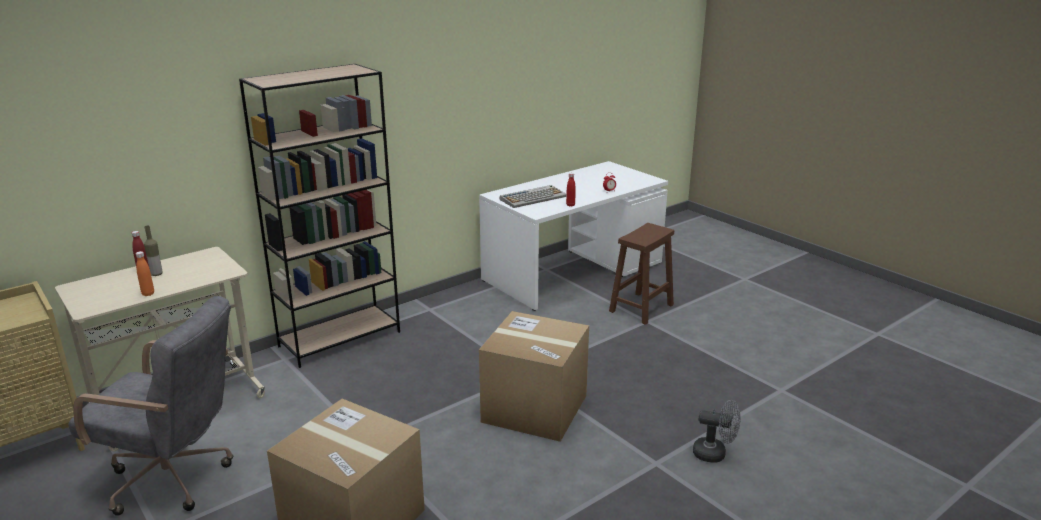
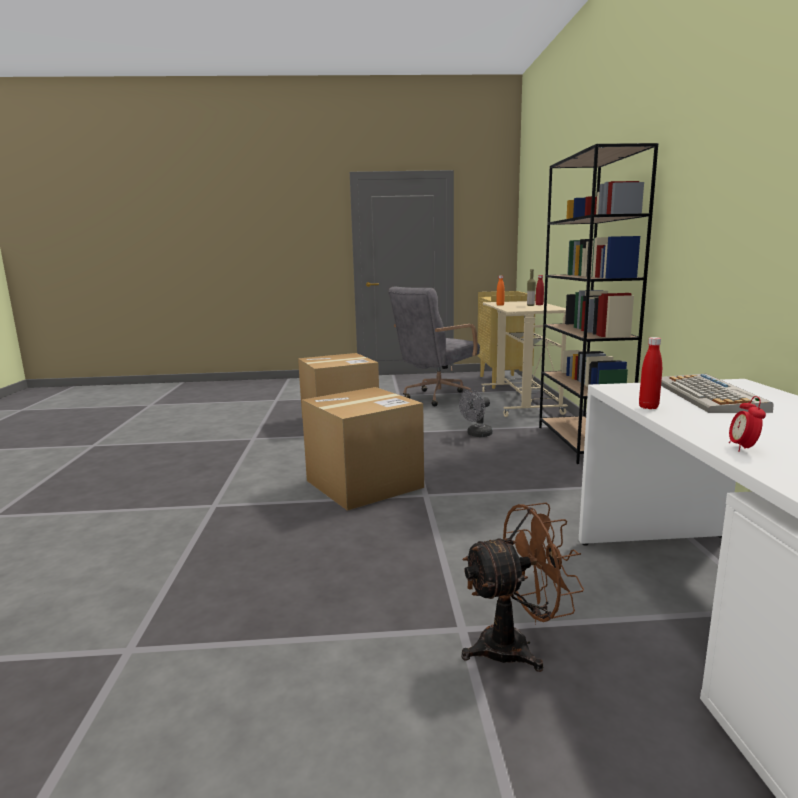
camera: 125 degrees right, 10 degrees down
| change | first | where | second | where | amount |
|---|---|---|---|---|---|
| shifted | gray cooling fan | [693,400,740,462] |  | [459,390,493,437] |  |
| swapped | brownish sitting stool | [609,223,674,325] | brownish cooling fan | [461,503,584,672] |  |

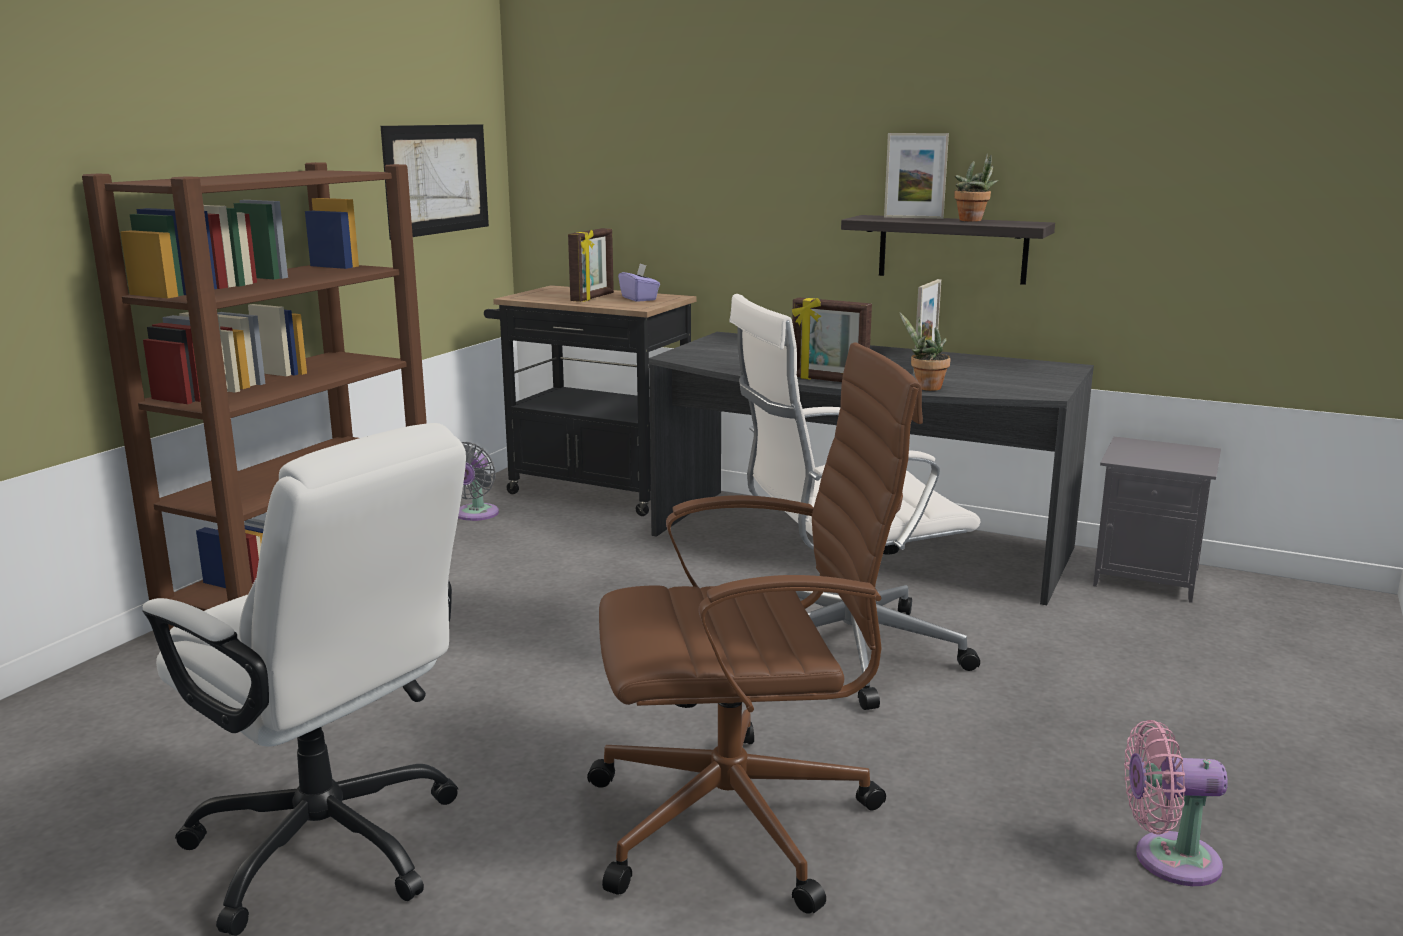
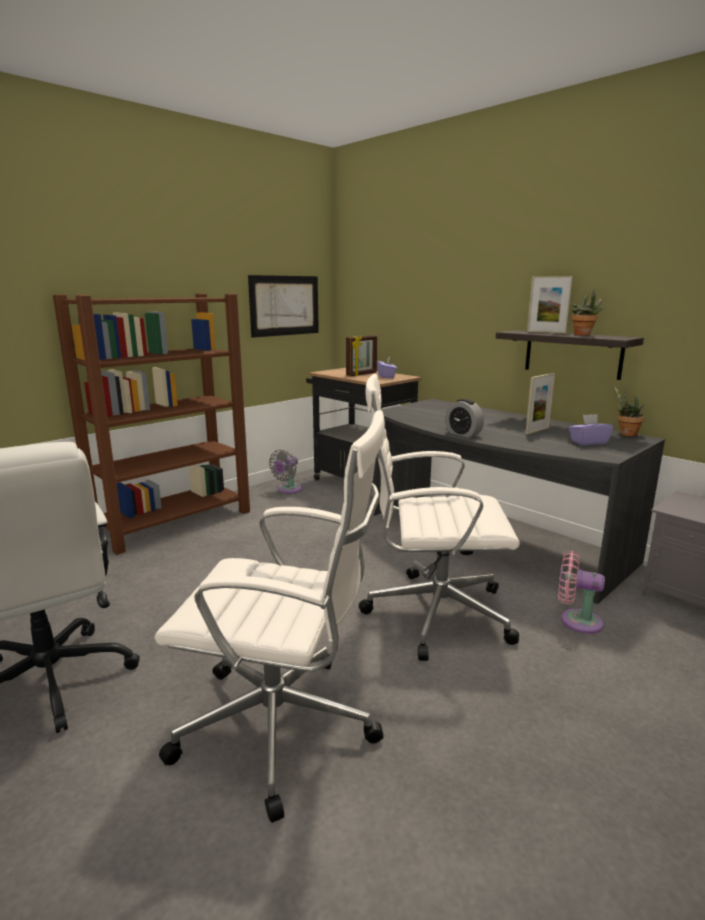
camera: 20 degrees right, 0 degrees up
| change | first | where | second | where | amount |
|---|---|---|---|---|---|
| repainted | brownish desk chair | [587,342,923,914] | white-coloured desk chair | [155,410,385,823] |  |
| swapped | photo frame | [792,297,872,382] | alarm clock | [445,399,484,438] |  |
| shifted | pink-coloured cooling fan | [1124,720,1228,886] |  | [558,551,605,634] |  |
| new |  |  | purple box of tissues | [569,414,614,445] |  |
| shifted | houseplant | [899,312,950,391] |  | [614,386,645,436] |  |

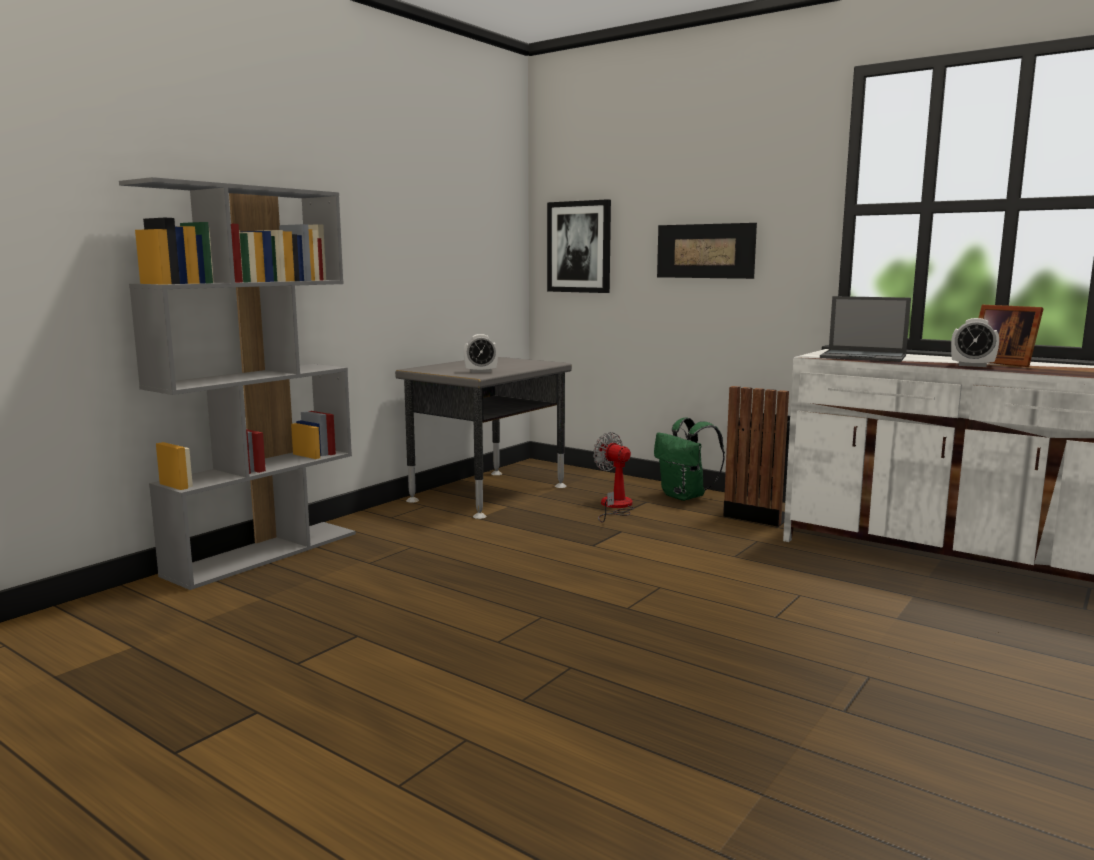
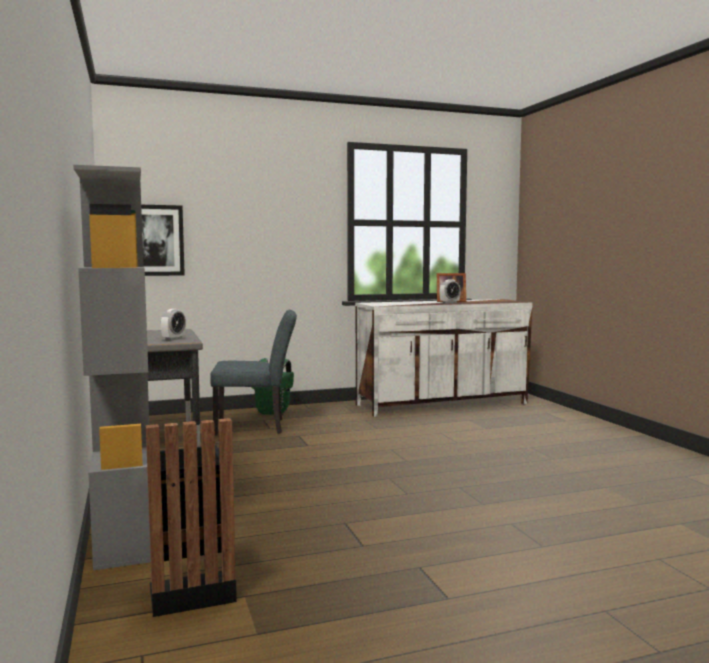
camera: 55 degrees left, 5 degrees down
| change | first | where | second | where | amount |
|---|---|---|---|---|---|
| shifted | black waste bin | [723,386,790,527] |  | [146,418,237,617] |  |
| swapped | cooling fan | [593,432,634,522] | gray plain chair | [210,310,297,436] |  |
| gone | picture | [657,223,757,279] |  |  |  |
| gone | notebook computer | [820,296,911,362] |  |  |  |

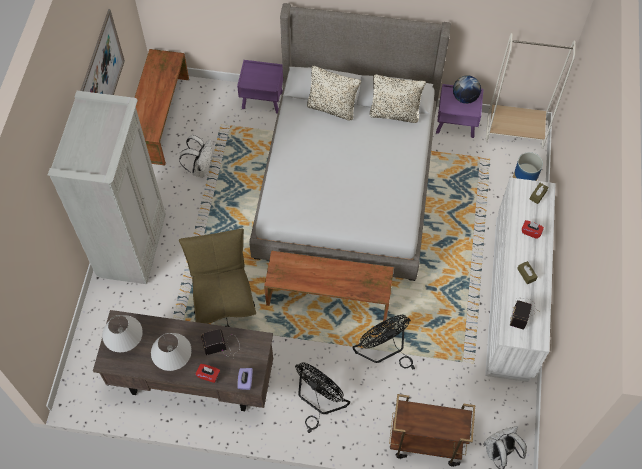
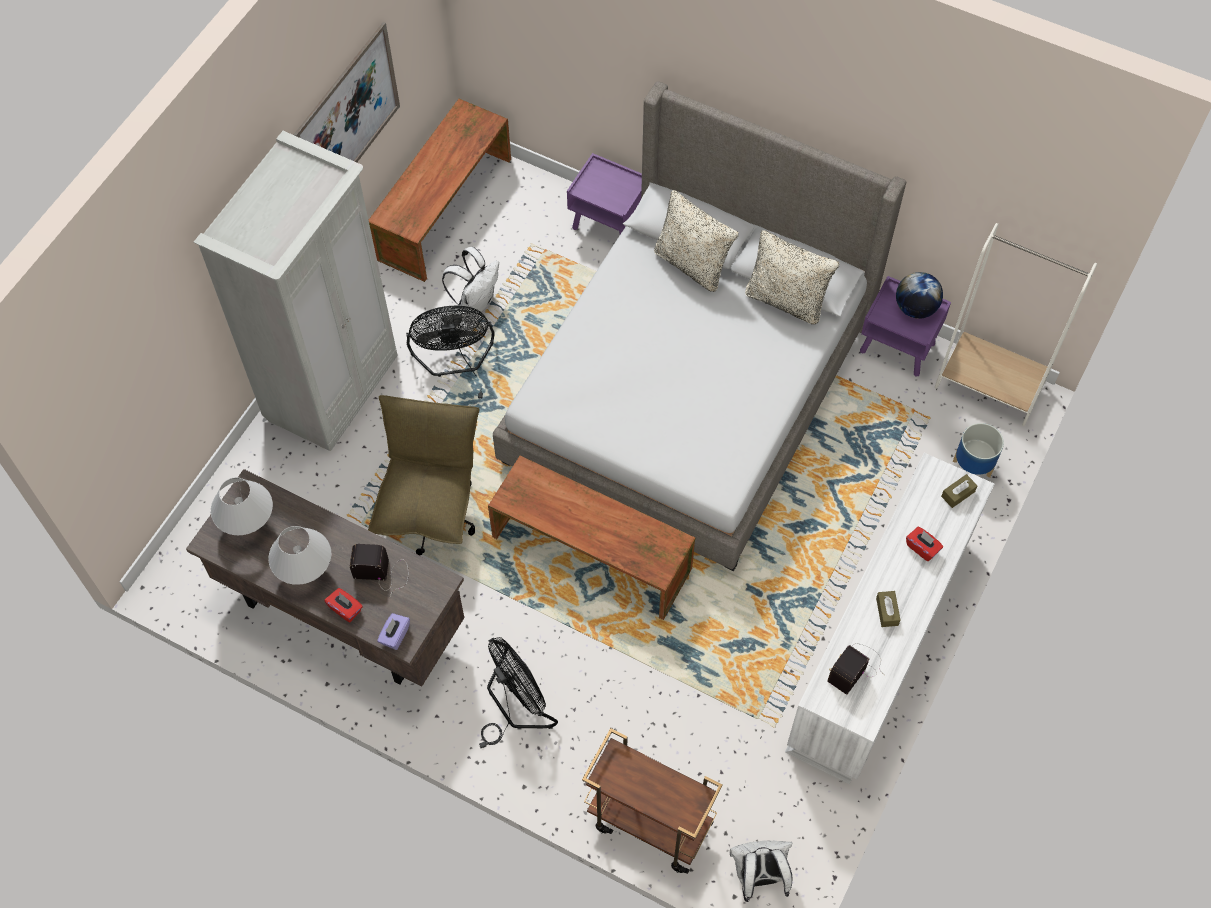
camera: 20 degrees right, 0 degrees up
| change | first | where | second | where | amount |
|---|---|---|---|---|---|
| shifted | black cooling fan | [352,315,415,370] |  | [406,306,495,400] |  |

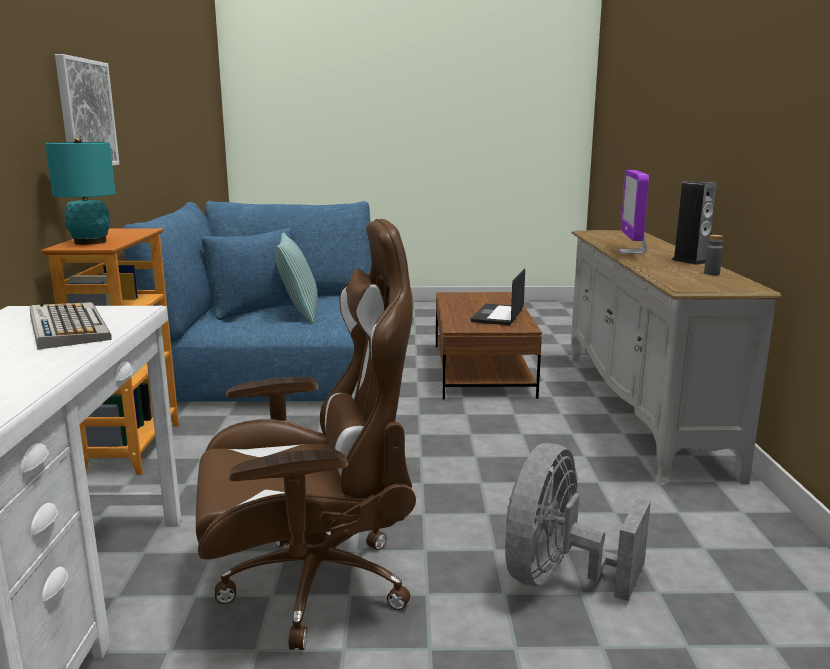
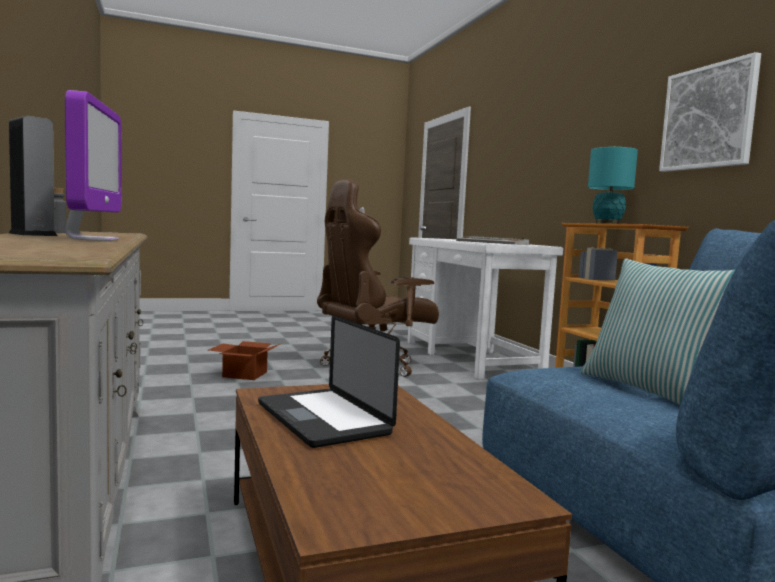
camera: 160 degrees right, 10 degrees down
| change | first | where | second | where | amount |
|---|---|---|---|---|---|
| swapped | gray cooling fan | [505,443,651,601] | packing box | [209,341,282,380] |  |
| rotated | notebook computer | [471,268,525,325] |  | [258,315,400,448] | 150 degrees clockwise |

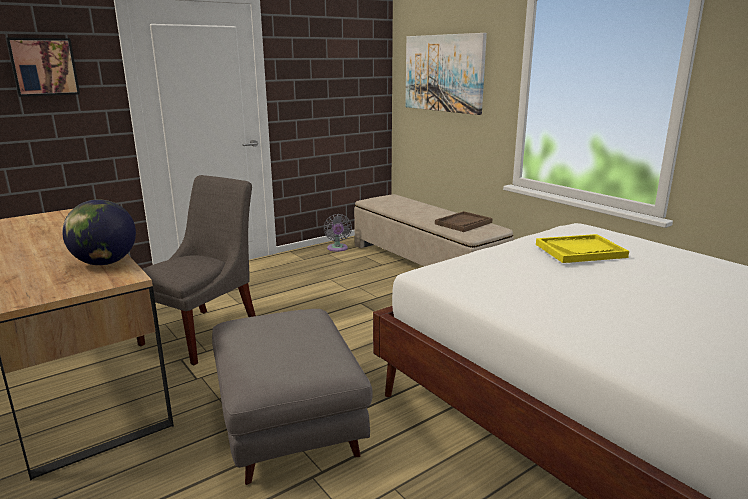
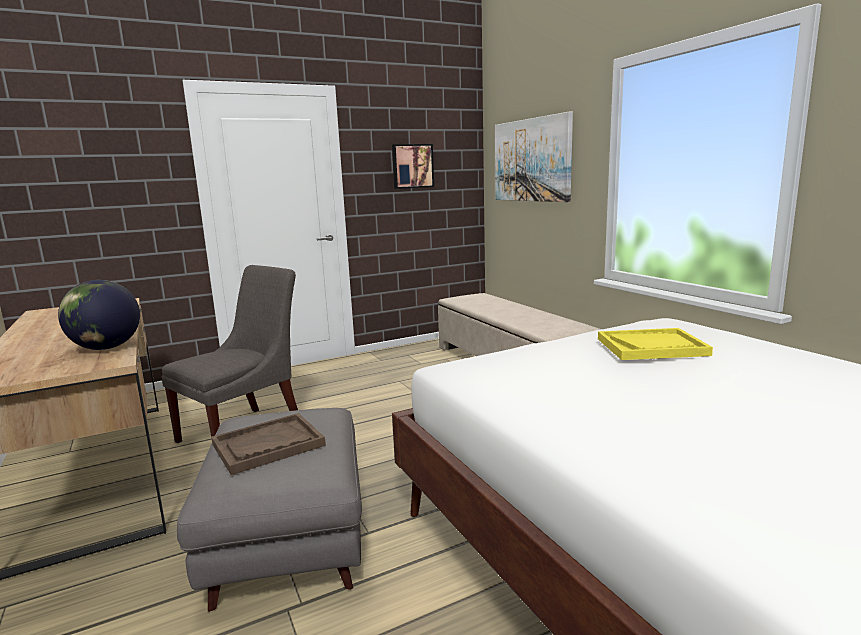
camera: 10 degrees right, 5 degrees down
| change | first | where | second | where | amount |
|---|---|---|---|---|---|
| shifted | brownish serving tray | [435,211,493,232] |  | [211,413,326,475] |  |
| shifted | picture | [6,38,80,97] |  | [392,144,434,189] |  |
| gone | gray cooling fan | [323,214,352,252] |  |  |  |

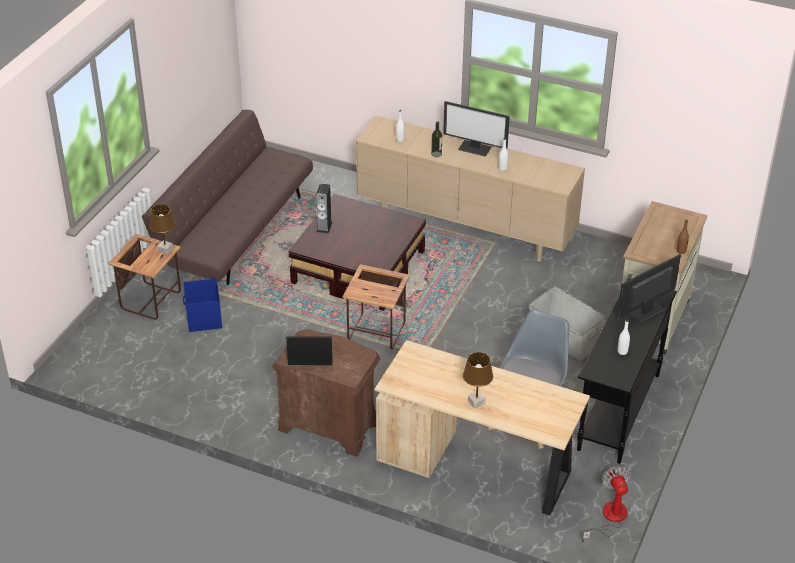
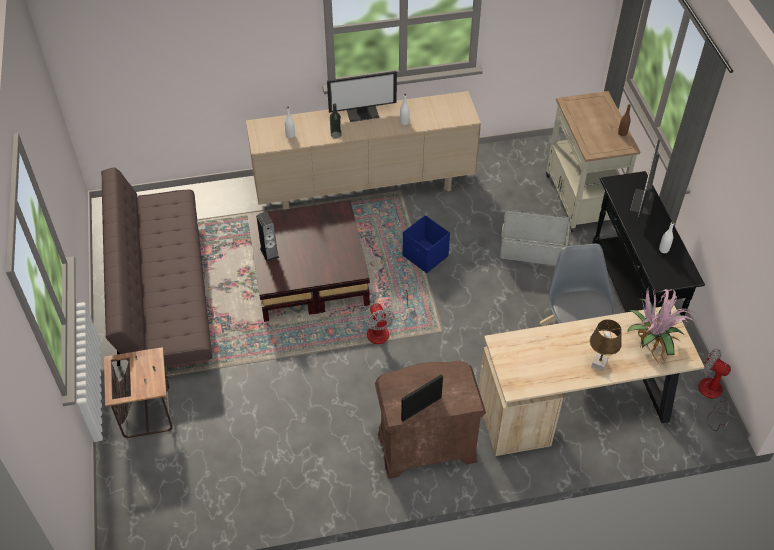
camera: 35 degrees left, 10 degrees up
| change | first | where | second | where | amount |
|---|---|---|---|---|---|
| swapped | accent table | [342,264,410,349] | cooling fan | [366,286,409,344] |  |
| shifted | bluish storage bin | [183,278,222,332] |  | [402,215,450,273] |  |
| new |  |  | houseplant | [627,287,697,365] |  |
| gone | brownish lamp for a table | [149,204,176,254] |  |  |  |

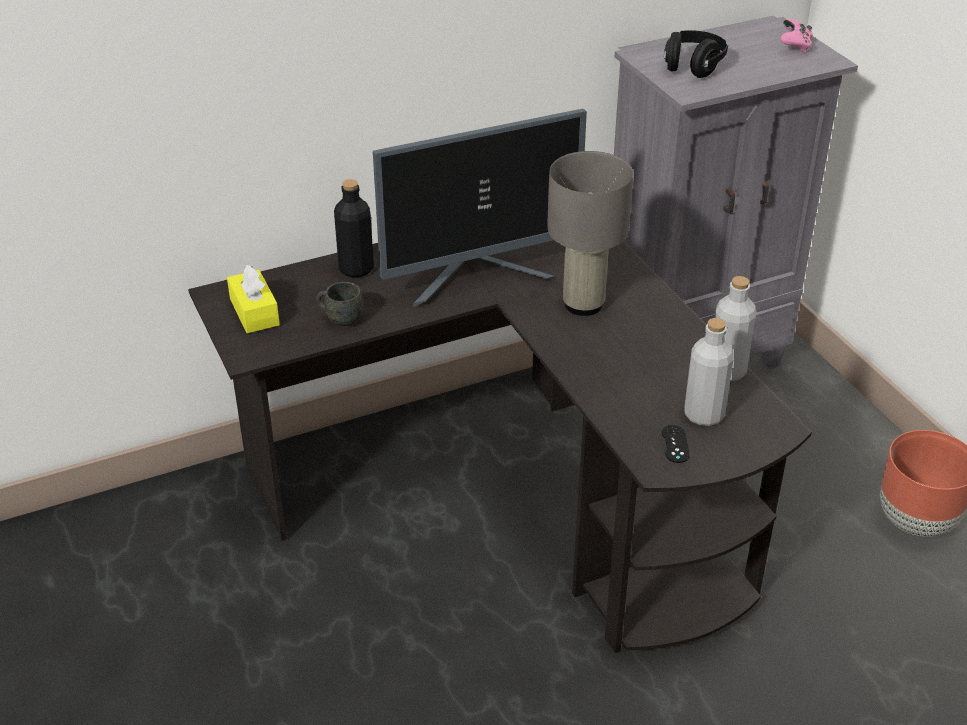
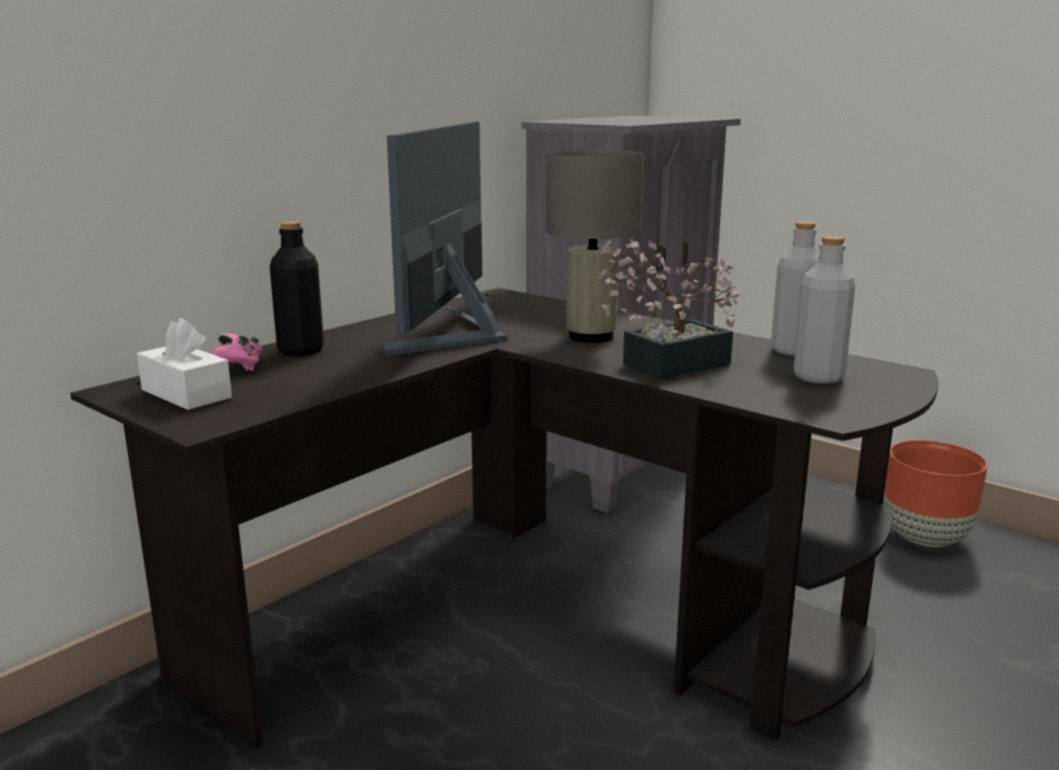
camera: 25 degrees left, 20 degrees down
| change | first | where | second | where | amount |
|---|---|---|---|---|---|
| repainted | yellow box of tissues | [227,265,280,333] | white-coloured box of tissues | [137,318,232,410] |  |
| shifted | pink-coloured game controller | [780,18,813,53] |  | [211,333,262,371] |  |
| rotated | computer display | [373,109,587,307] |  | [384,122,508,356] | 150 degrees clockwise |
| new |  |  | houseplant | [597,239,739,379] |  |
| gone | gray mug | [316,282,363,326] |  |  |  |
| gone | black game controller | [662,425,690,463] |  |  |  |
| gone | black headset | [664,30,728,78] |  |  |  |

